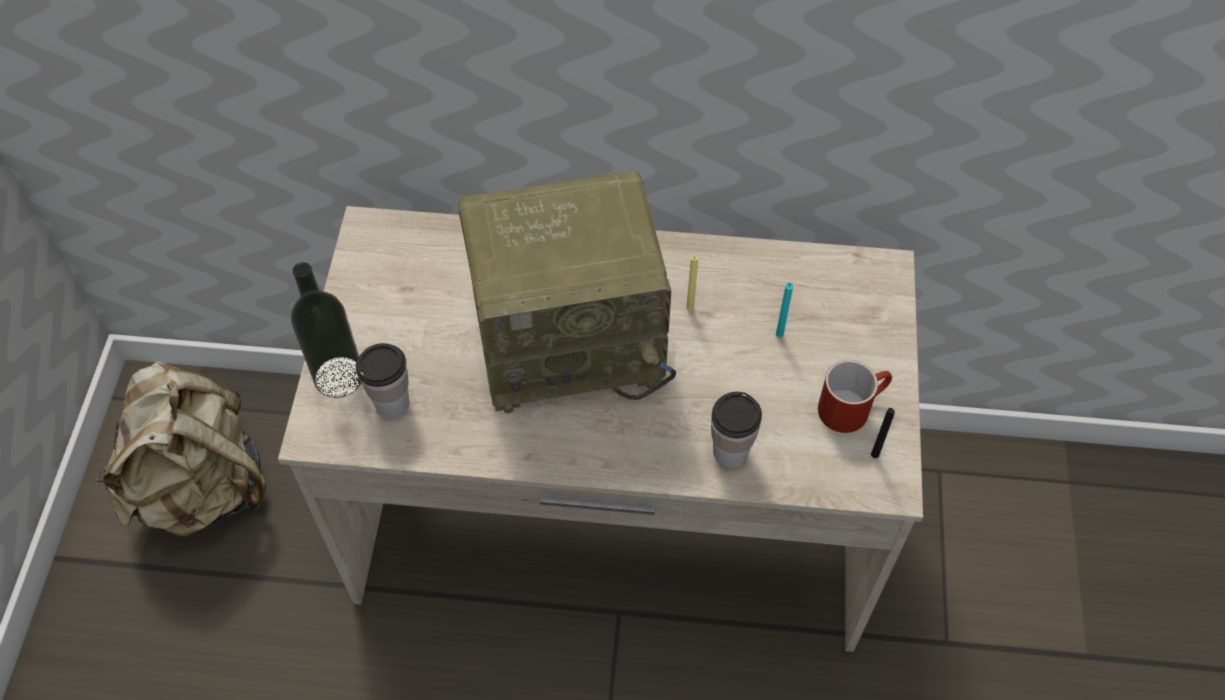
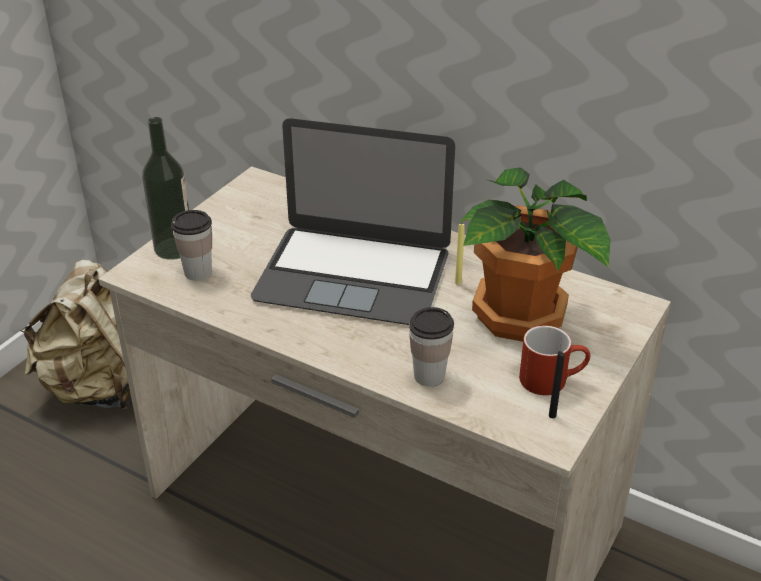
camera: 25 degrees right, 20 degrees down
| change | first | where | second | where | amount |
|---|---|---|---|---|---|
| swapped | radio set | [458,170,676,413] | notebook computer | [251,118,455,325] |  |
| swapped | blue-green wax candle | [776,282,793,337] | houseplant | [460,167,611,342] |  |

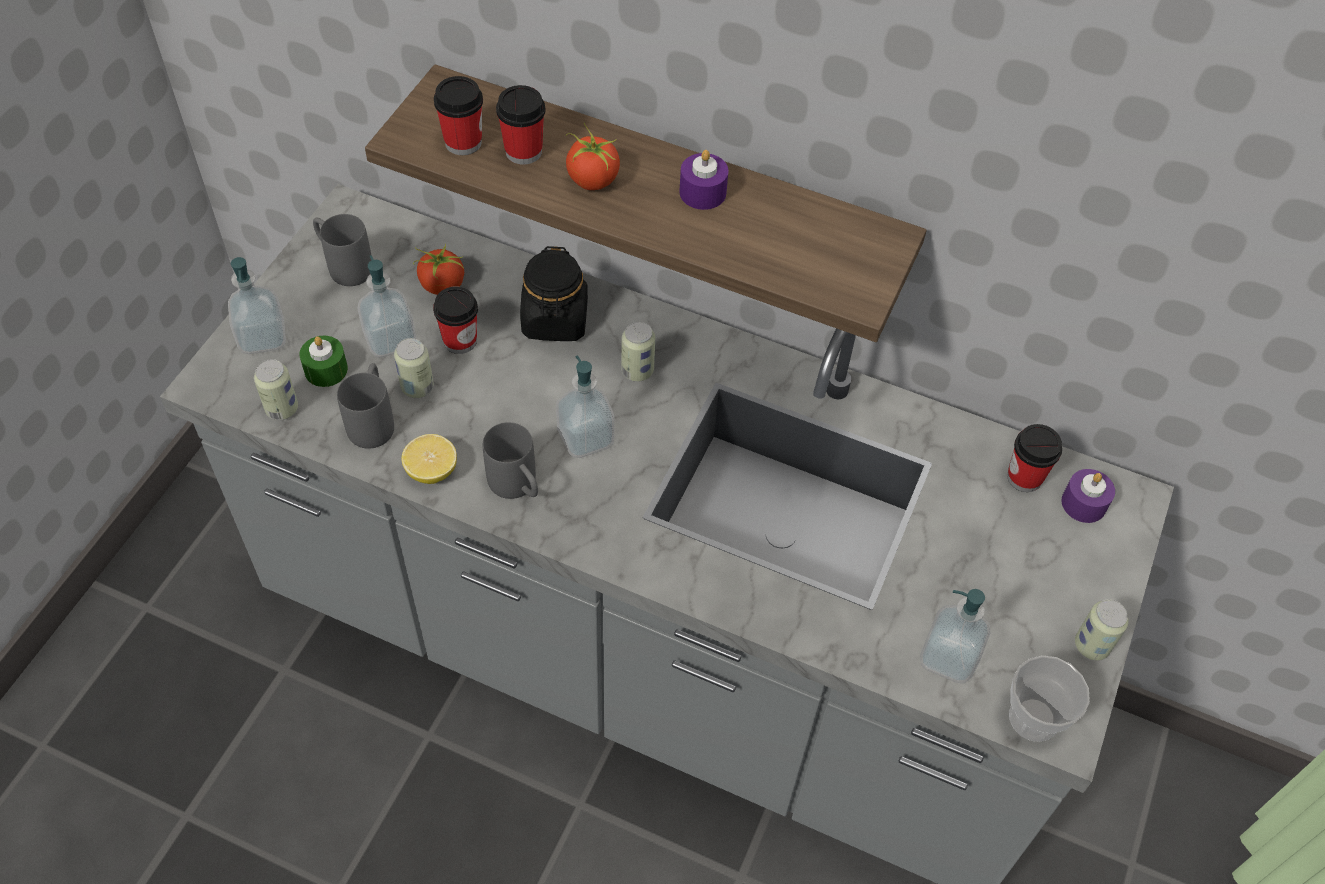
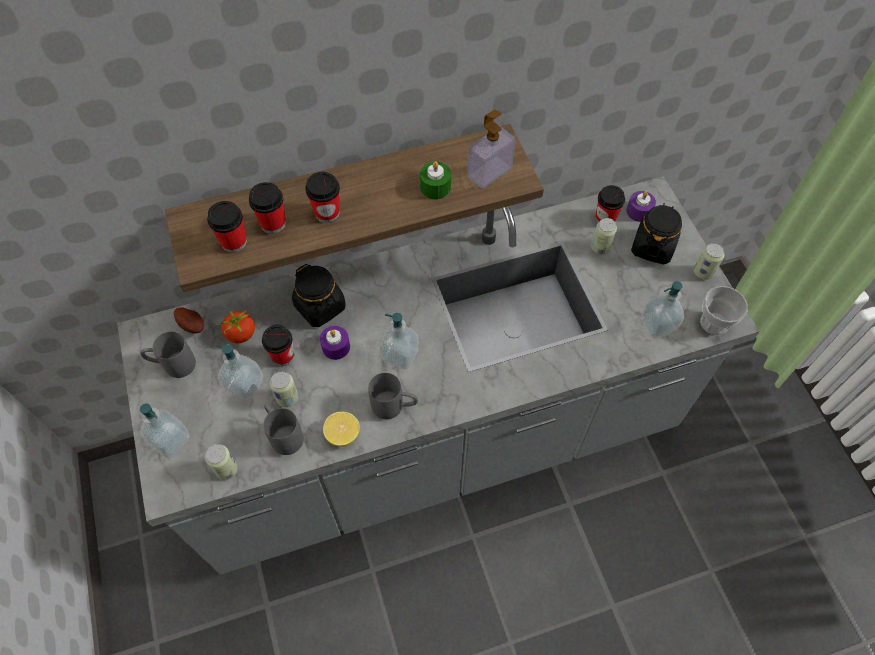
camera: 40 degrees left, 5 degrees up
| change | first | where | second | where | amount |
|---|---|---|---|---|---|
| new |  |  | potato | [174,307,204,334] |  |
| swapped | whole tomato | [566,122,620,190] | cup | [305,172,340,223] |  |
| shifted | purple wax candle | [679,150,729,210] |  | [320,326,350,360] |  |
| shifted | green-coloured wax candle | [299,336,348,387] |  | [420,161,451,199] |  |
| new |  |  | soap bottle | [468,110,515,189] |  |
| shifted | metal can | [621,322,655,382] |  | [591,218,617,255] |  |
| new |  |  | black jar | [631,203,682,265] |  |

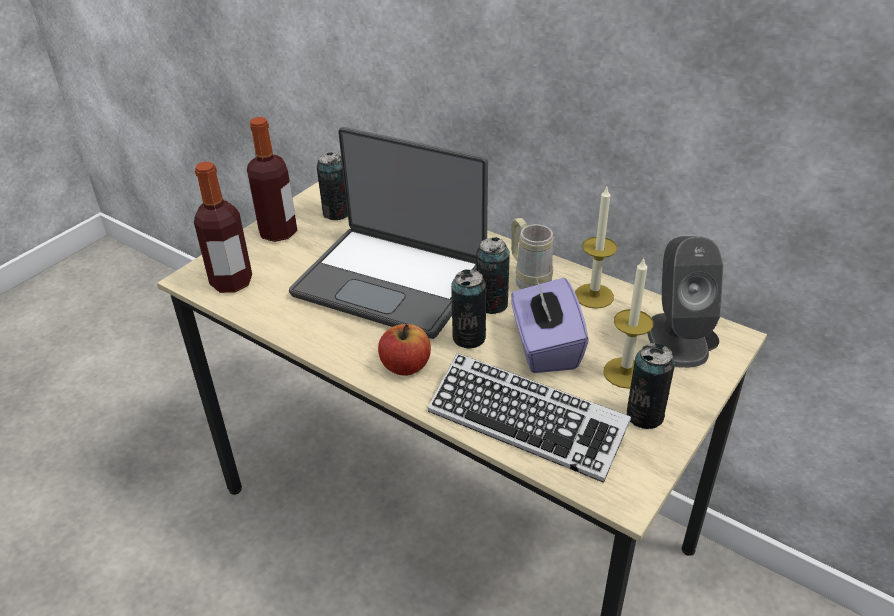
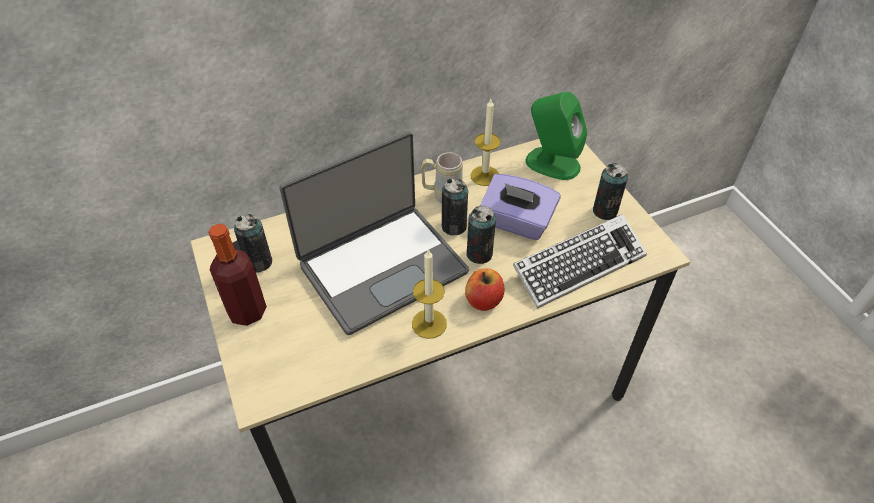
camera: 60 degrees left, 10 degrees up
| change | first | where | second | where | amount |
|---|---|---|---|---|---|
| shifted | wax candle | [603,258,653,389] |  | [412,250,447,339] |  |
| repainted | gray loudspeaker | [647,236,723,368] | green-coloured loudspeaker | [525,91,587,180] |  |
| gone | beverage bottle | [194,162,252,293] |  |  |  |

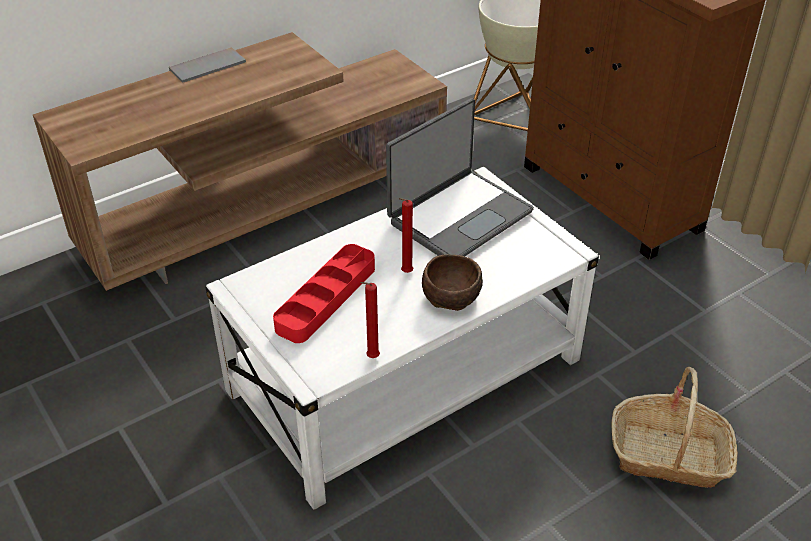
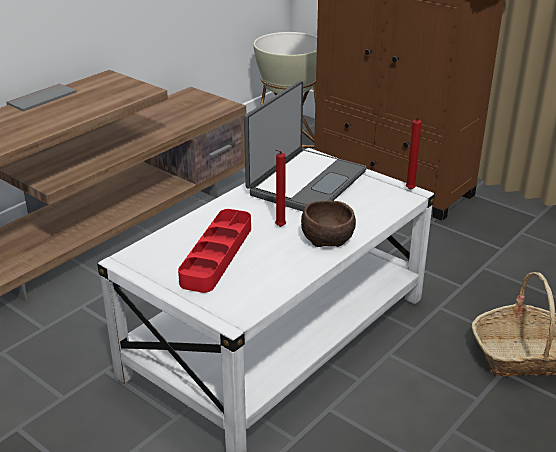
camera: 15 degrees left, 10 degrees down
| change | first | where | second | where | amount |
|---|---|---|---|---|---|
| shifted | red-coloured wax candle | [361,282,380,358] |  | [406,116,422,190] |  |

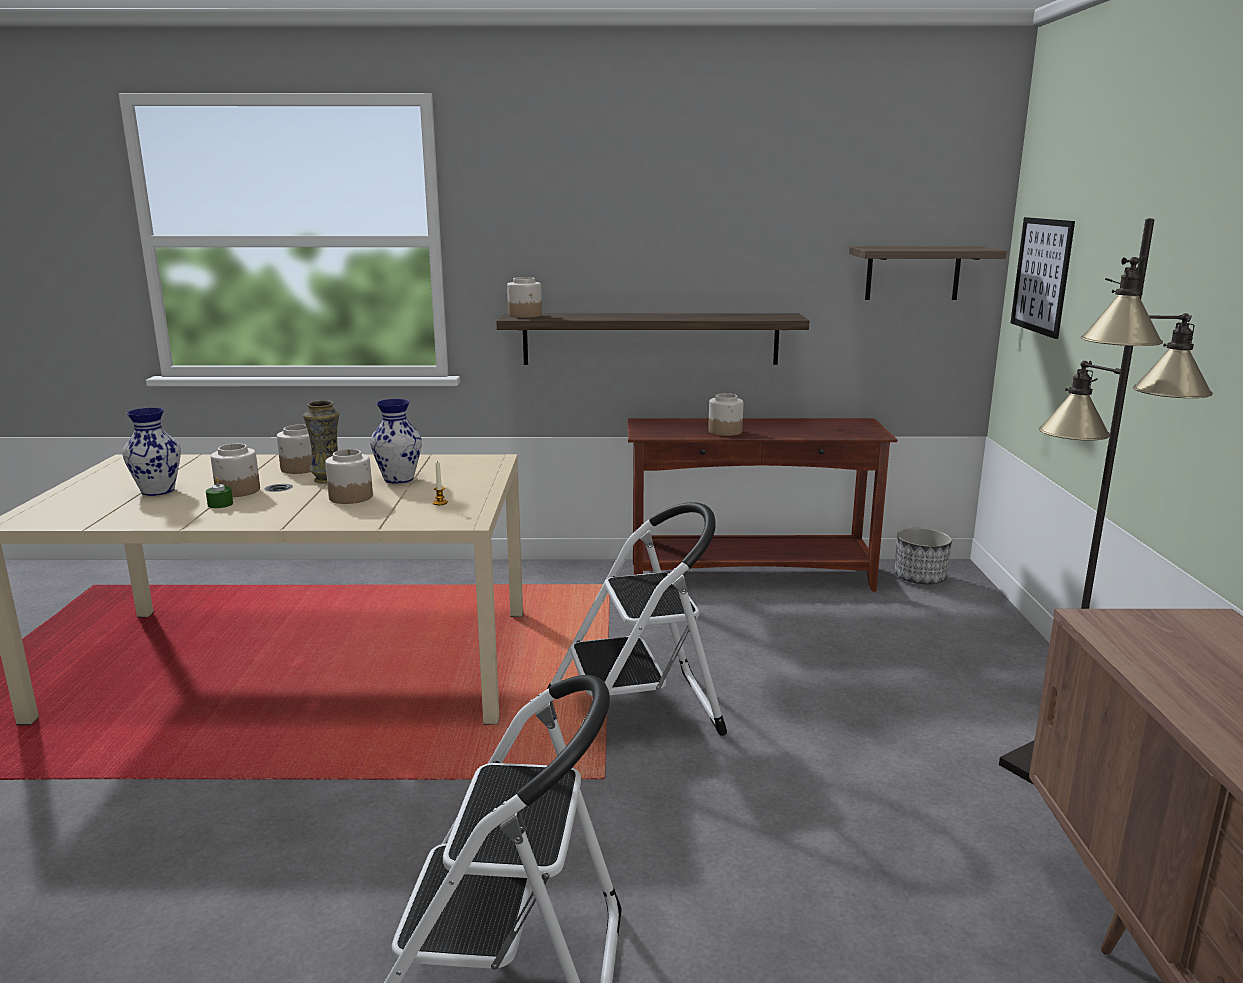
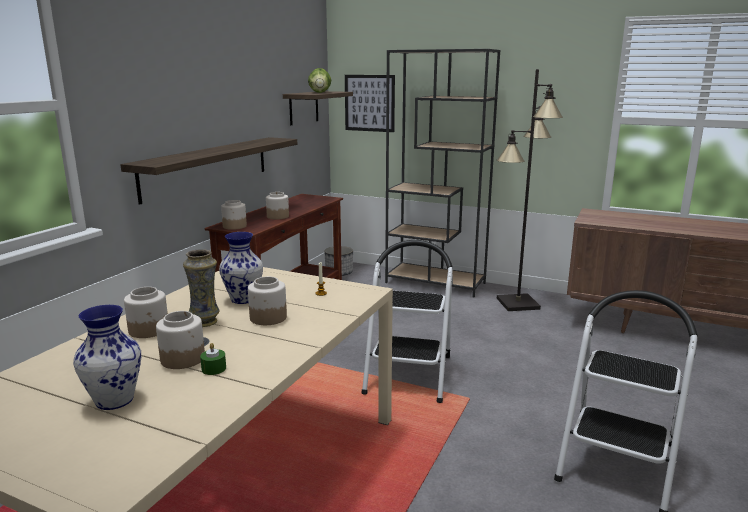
camera: 65 degrees left, 0 degrees up
| change | first | where | second | where | amount |
|---|---|---|---|---|---|
| shifted | jar | [507,277,542,318] |  | [221,200,247,230] |  |
| new |  |  | lettuce head | [308,68,331,93] |  |
| new |  |  | shelving unit | [385,49,500,297] |  |

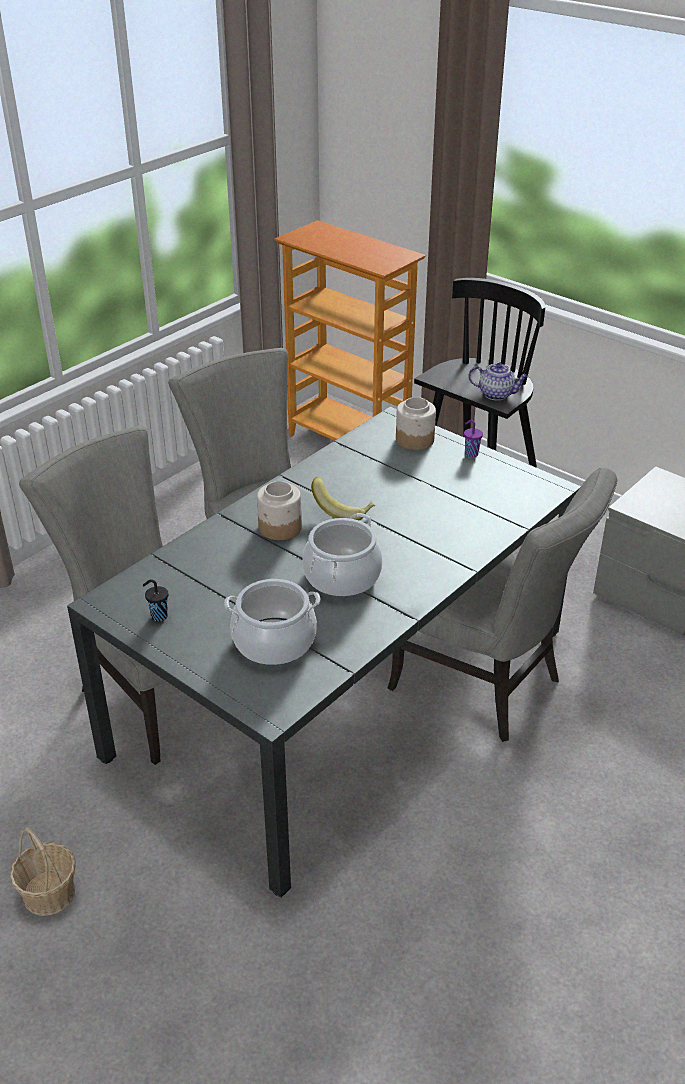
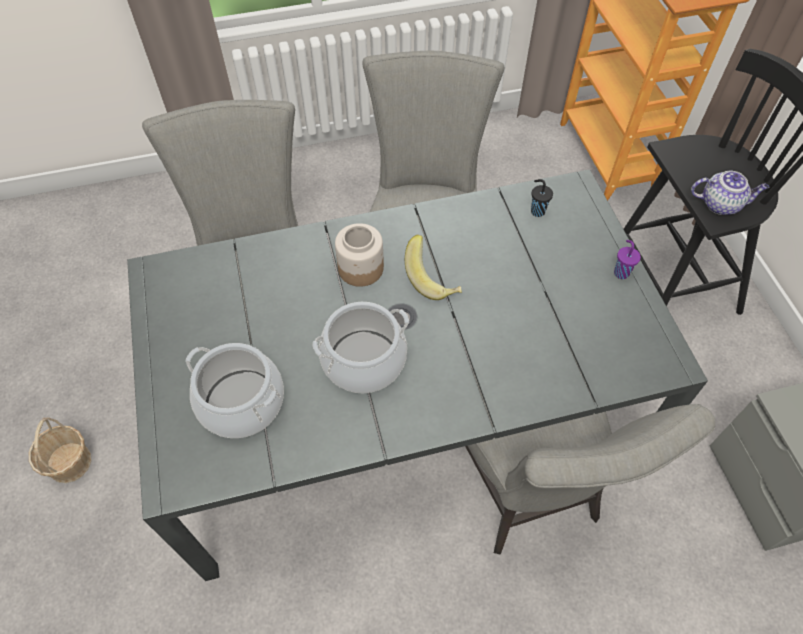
camera: 35 degrees right, 20 degrees up
| change | first | where | second | where | amount |
|---|---|---|---|---|---|
| shifted | black cup | [143,579,168,622] |  | [531,179,553,217] |  |
| rotated | teapot | [468,363,528,400] |  | [691,171,769,215] | 45 degrees counterclockwise |
| gone | jar | [396,397,436,450] |  |  |  |

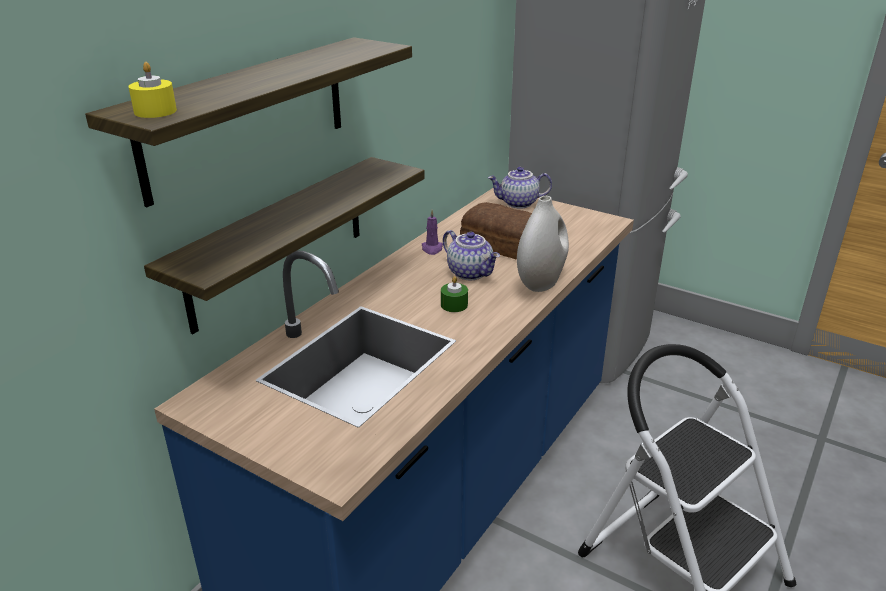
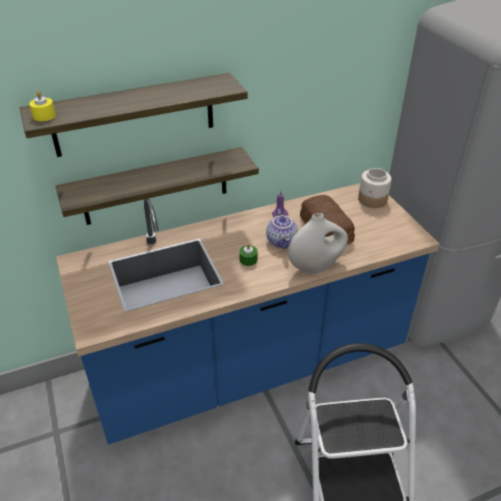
camera: 35 degrees right, 10 degrees up
| change | first | where | second | where | amount |
|---|---|---|---|---|---|
| swapped | teapot | [488,167,552,208] | jar | [358,168,392,208] |  |

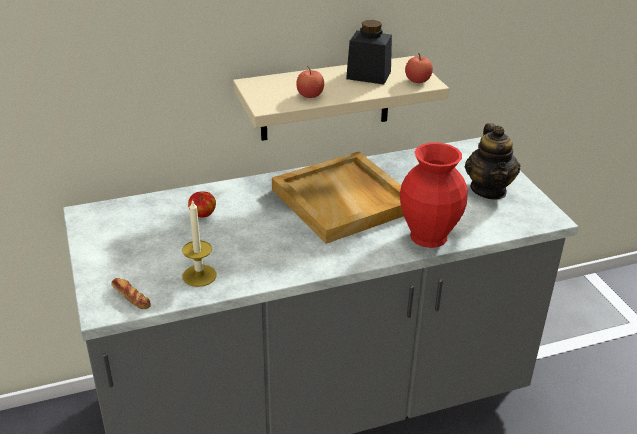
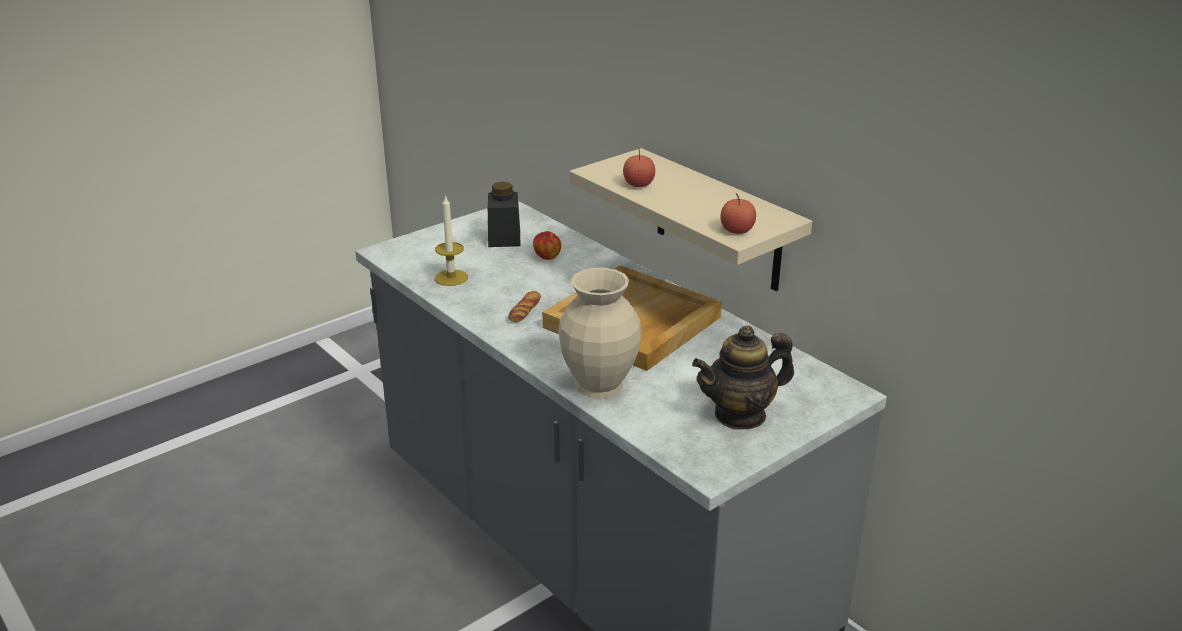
camera: 70 degrees right, 5 degrees down
| change | first | where | second | where | amount |
|---|---|---|---|---|---|
| shifted | black jar | [346,20,392,85] |  | [488,182,520,247] |  |
| shifted | bakery bread | [111,278,151,309] |  | [508,291,541,322] |  |
| repainted | red-coloured vase | [400,142,467,248] | beige vase | [558,268,641,399] |  |

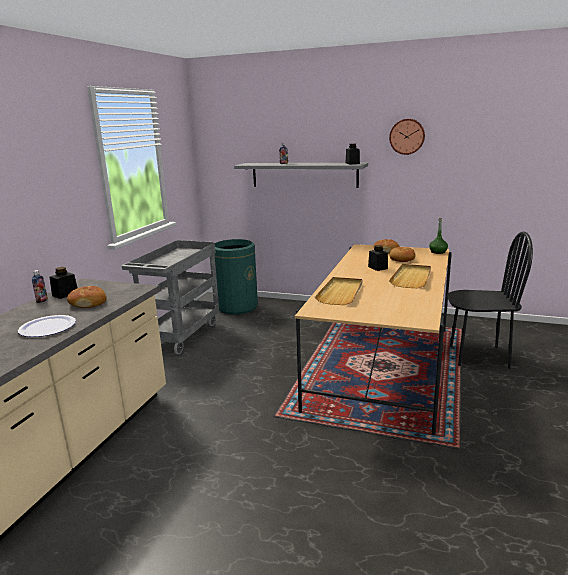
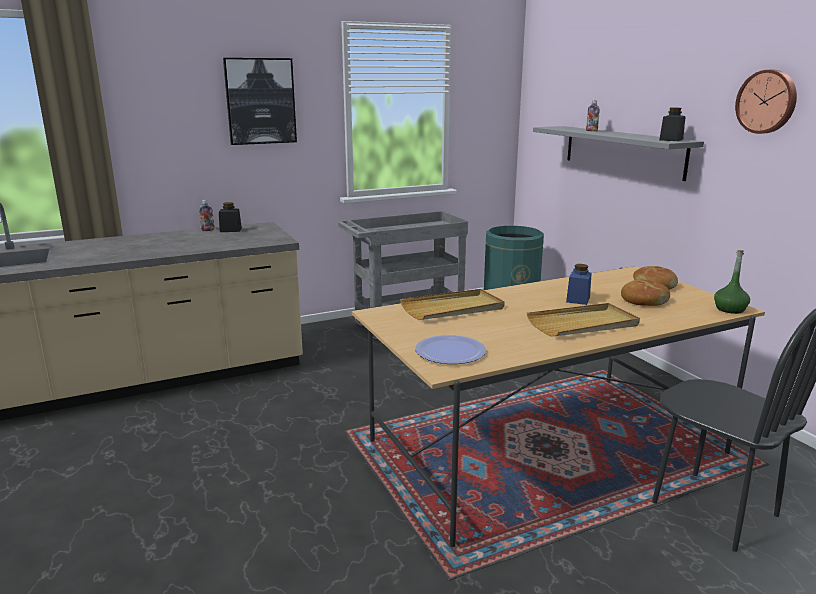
camera: 45 degrees right, 0 degrees up
| change | first | where | second | where | amount |
|---|---|---|---|---|---|
| new |  |  | picture | [223,58,297,145] |  |
| shifted | plate | [18,315,76,337] |  | [415,335,486,364] |  |
| repainted | black jar | [368,245,388,271] | bluish jar | [566,264,592,305] |  |
| gone | bakery bread | [67,286,107,308] |  |  |  |

